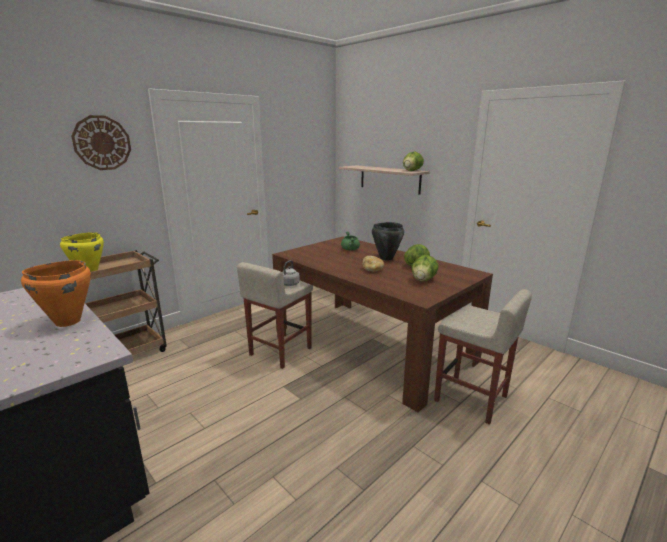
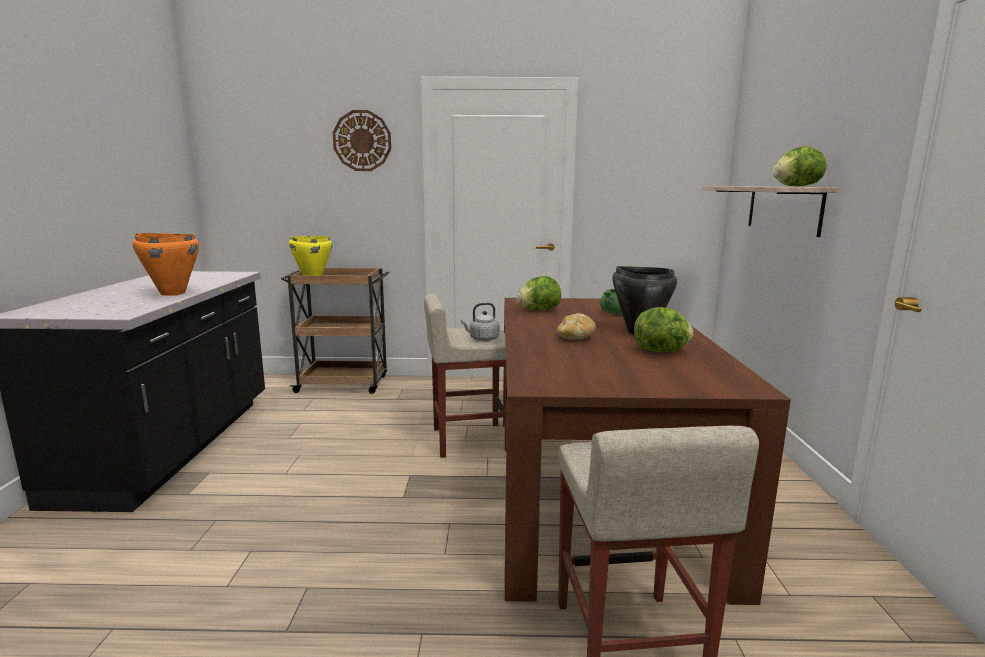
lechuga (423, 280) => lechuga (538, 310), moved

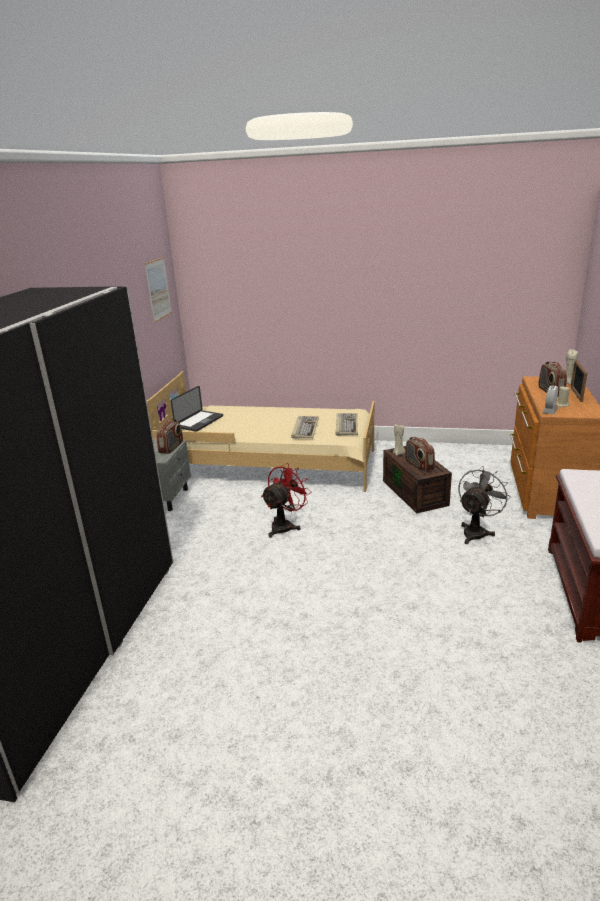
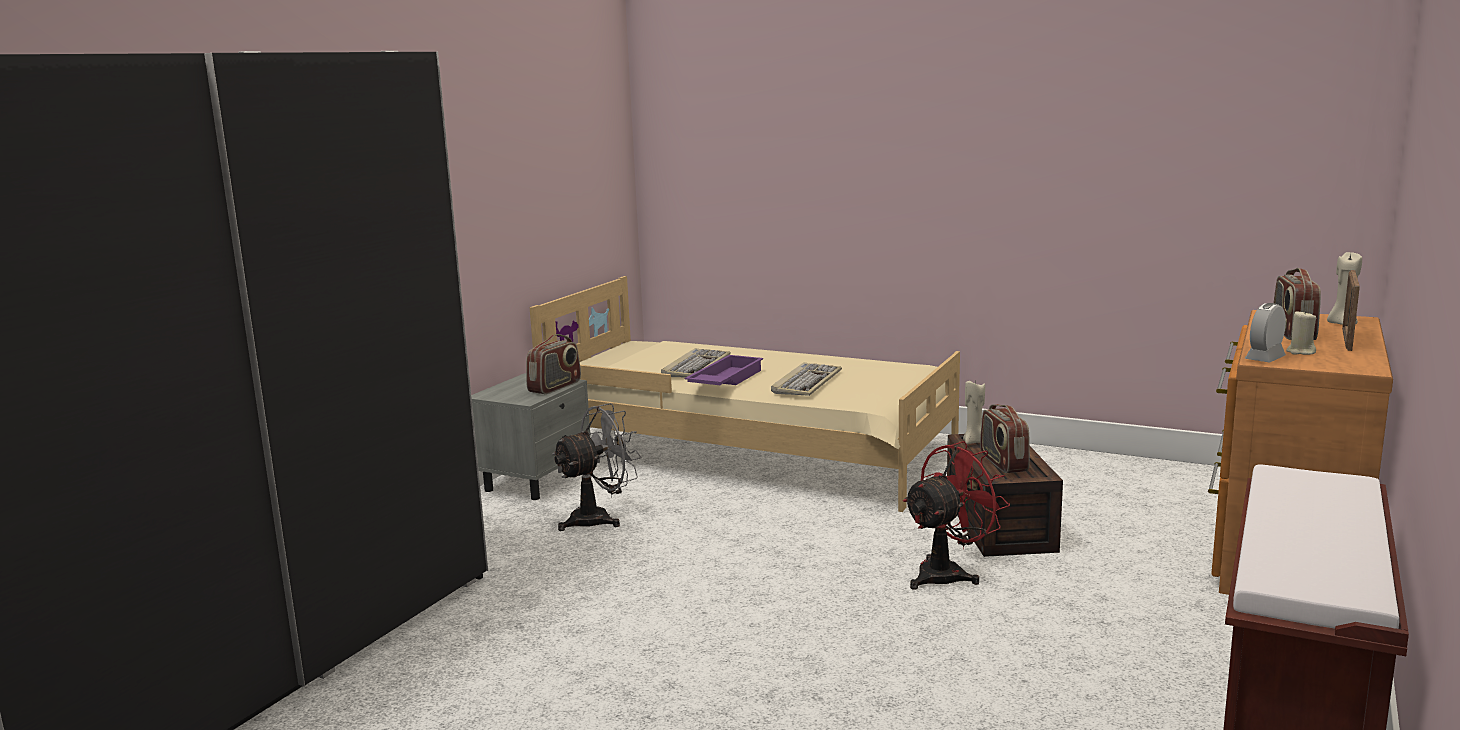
cuadro (158, 289) => nothing
portátil (199, 422) => nothing
ventilador (rojo) (285, 525) => ventilador (rojo) (948, 573), moved
teclado (346, 425) => teclado (696, 367), moved
ventilador (gris) (476, 531) => ventilador (gris) (599, 518), moved
nothing => bandeja (morado) (724, 380)

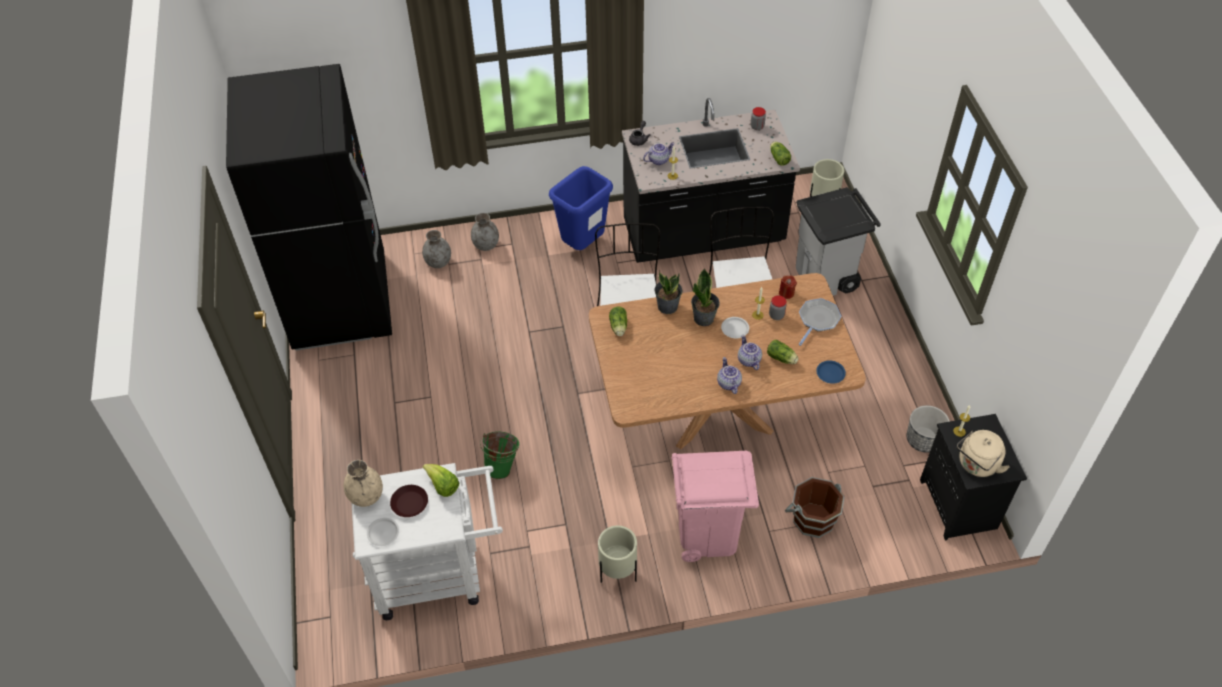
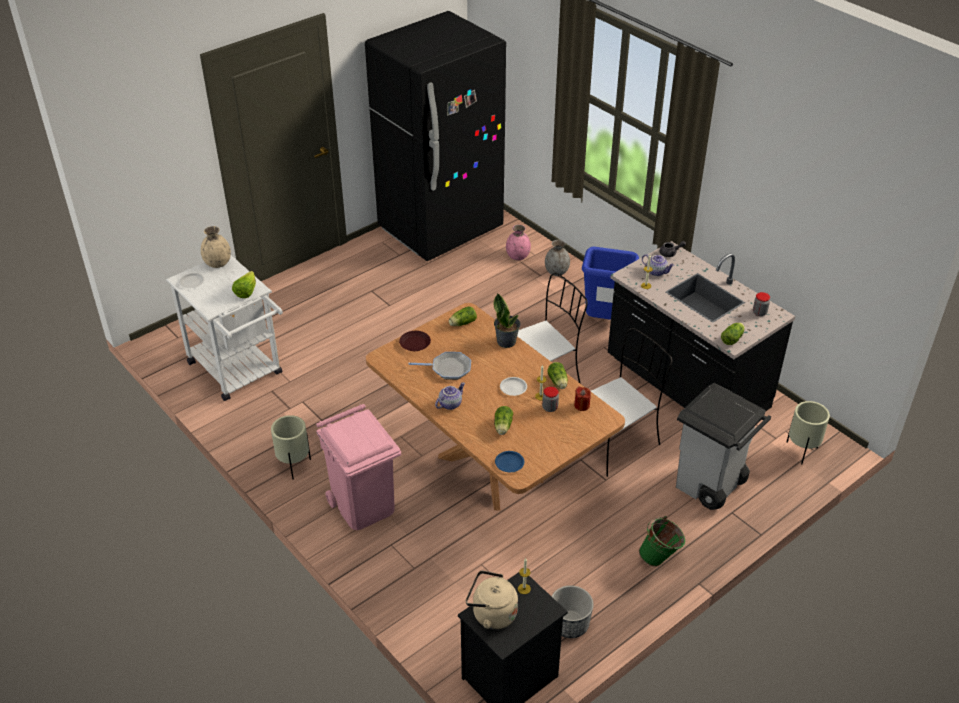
plato (marrón) (409, 503) => plato (marrón) (415, 343), moved
florero (gris) (438, 262) => florero (rosa) (518, 256)
cubo (verde) (502, 466) => cubo (verde) (660, 558), moved
planta en maceta (704, 318) => nothing
tetera (748, 360) => nothing
cubo (marrón) (812, 519) => nothing
sartén (817, 320) => sartén (448, 368), moved
nothing => lechuga (558, 382)

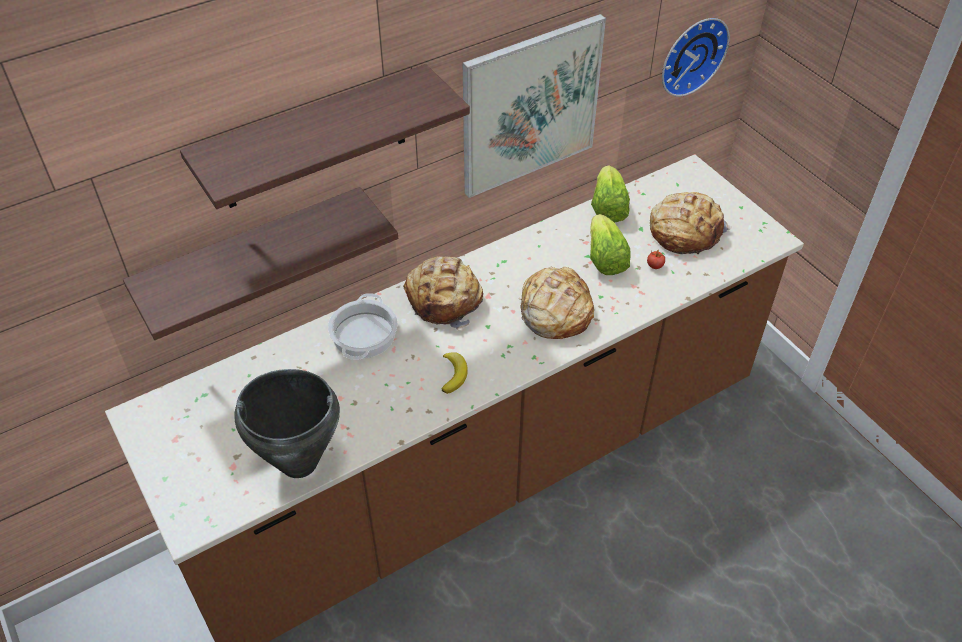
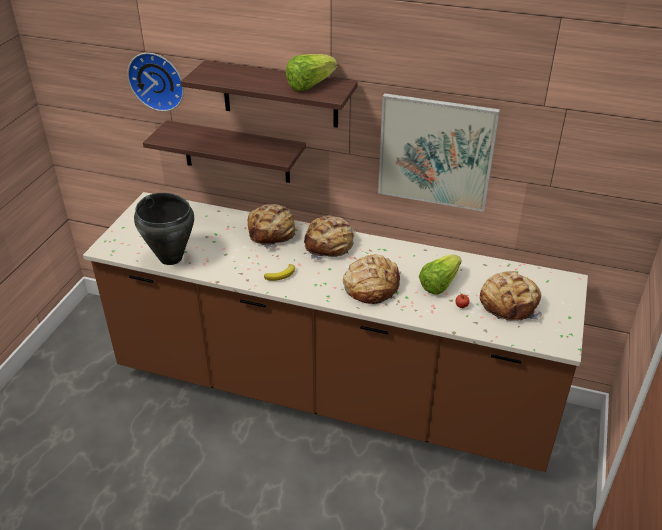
olla (363, 334) => pan (272, 233)
lechuga (608, 208) => lechuga (310, 85), moved
reloj de pared (691, 54) => reloj de pared (158, 80), moved

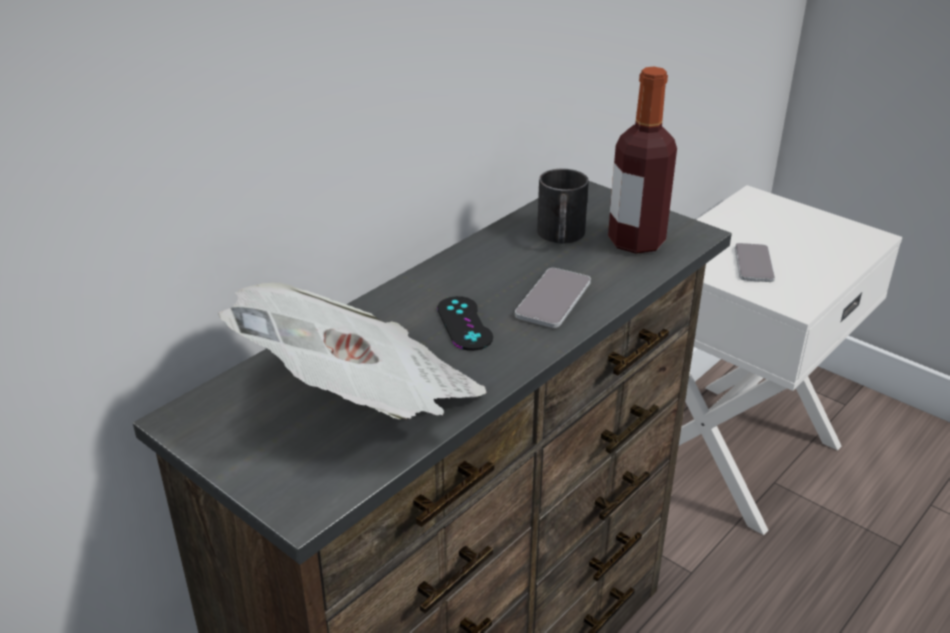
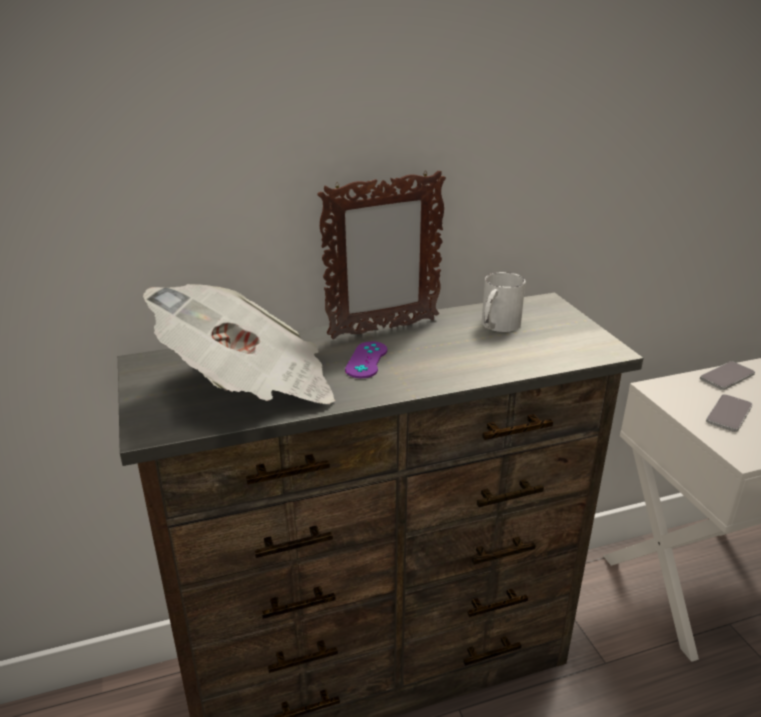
mando de consola (negro) (464, 323) => mando de consola (morado) (366, 360)
móvil (553, 299) => móvil (727, 376), moved
taza grande (negro) (560, 236) => taza grande (blanco) (497, 326)
botella (636, 242) => nothing
nothing => portarretratos (382, 329)

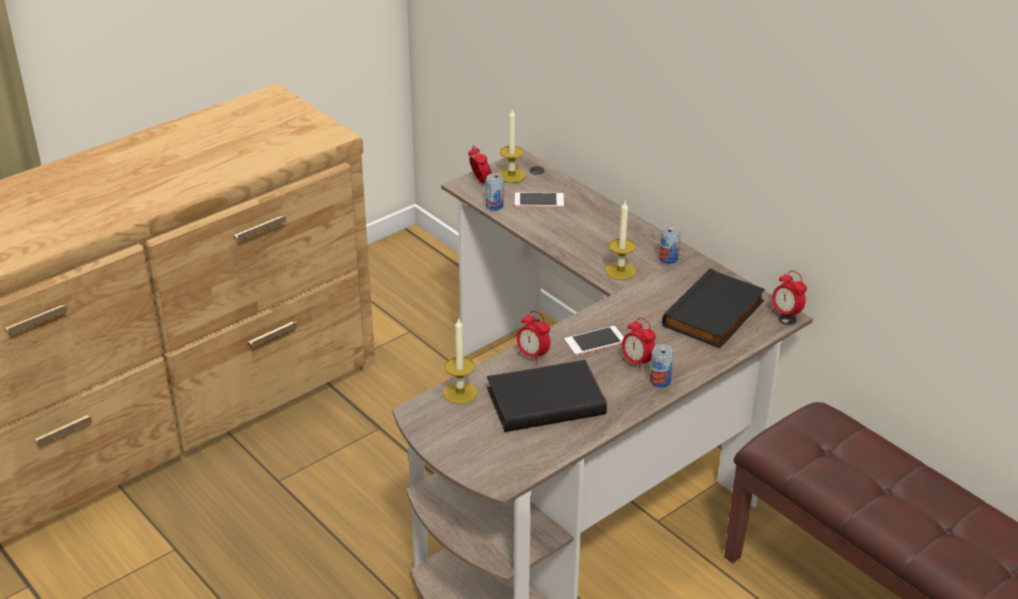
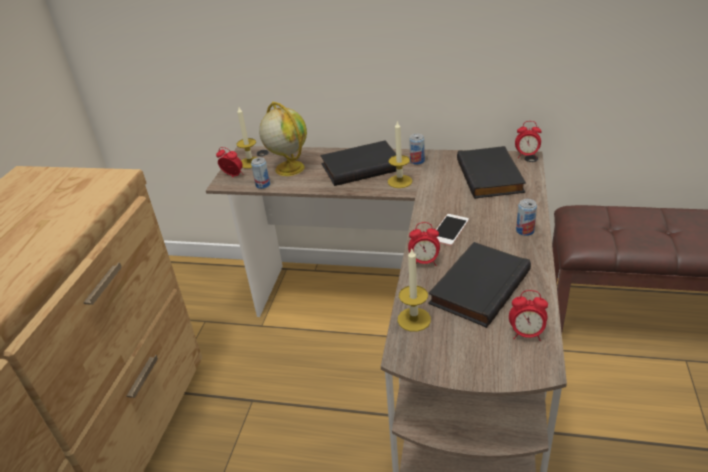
móvil (539, 201) => globo terráqueo (289, 168)
despertador (636, 362) => despertador (526, 334), moved
nothing => libro (negro) (361, 166)

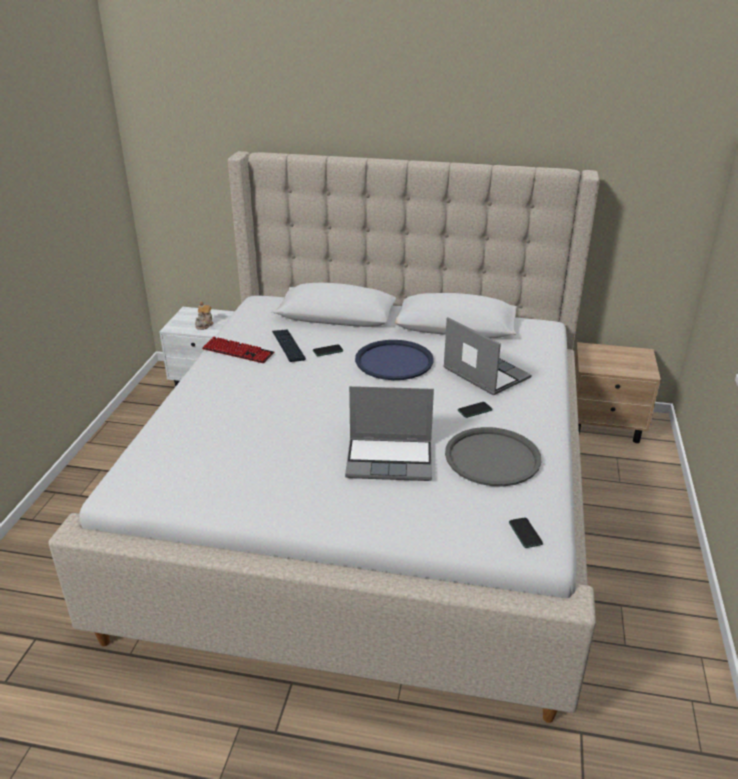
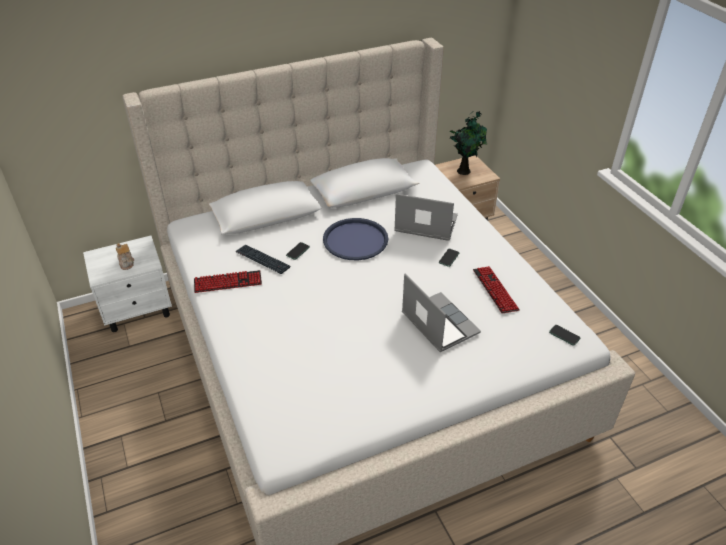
portátil (390, 460) => portátil (438, 323), 90 degrees counterclockwise
bandeja (gris) (492, 458) => teclado (495, 290)
nothing => planta en maceta (464, 170)

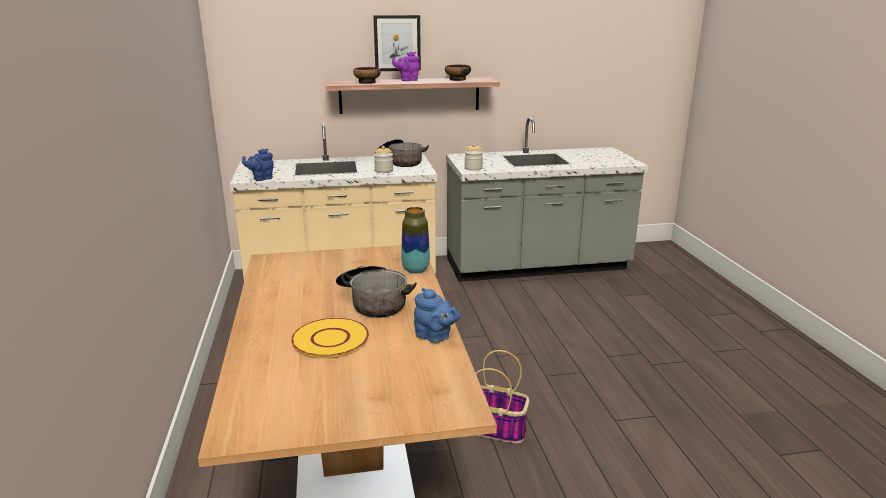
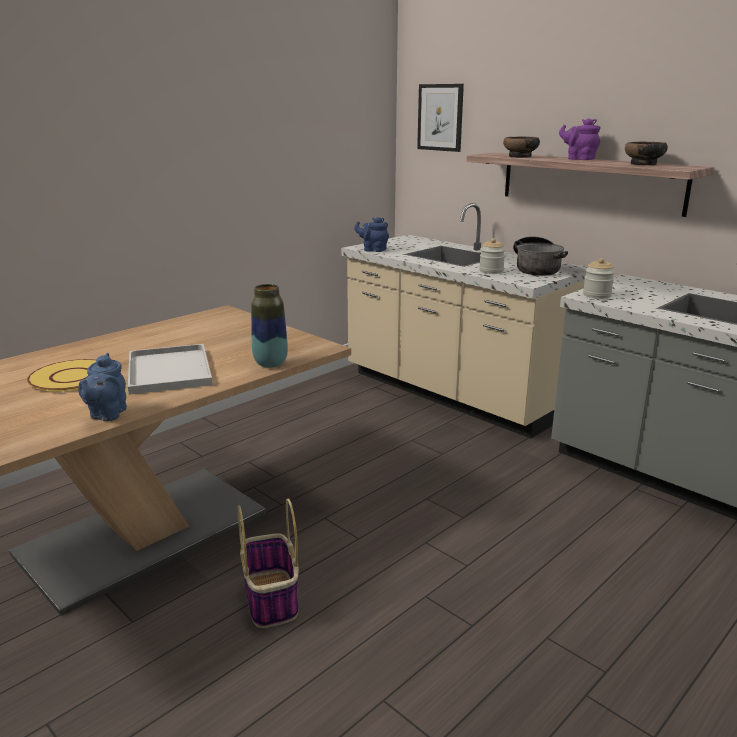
olla (373, 302) => bandeja (blanco) (168, 370)
cuadro (397, 43) => cuadro (440, 117), moved

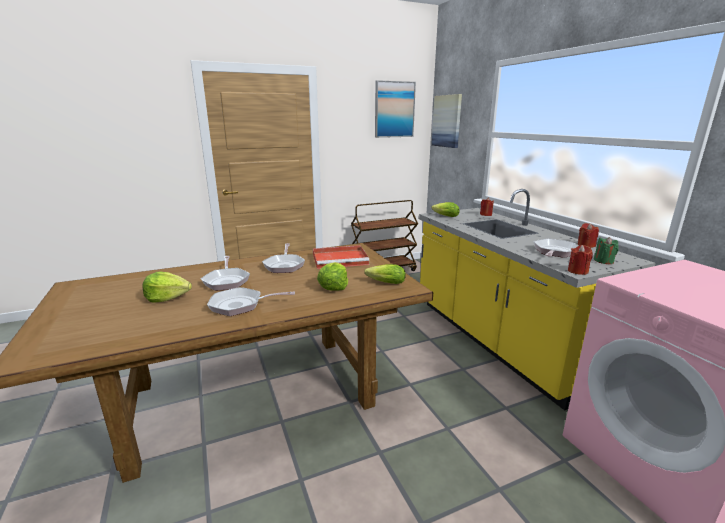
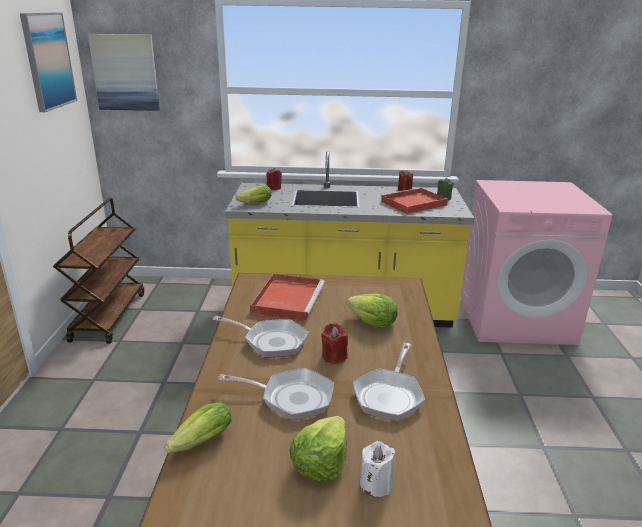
lechuga (384, 283) => lechuga (199, 443), moved
sartén (554, 252) => bandeja (rojo) (413, 204)
vela (rojo) (577, 271) => vela (rojo) (334, 356), moved
nothing => vela (blanco) (376, 484)

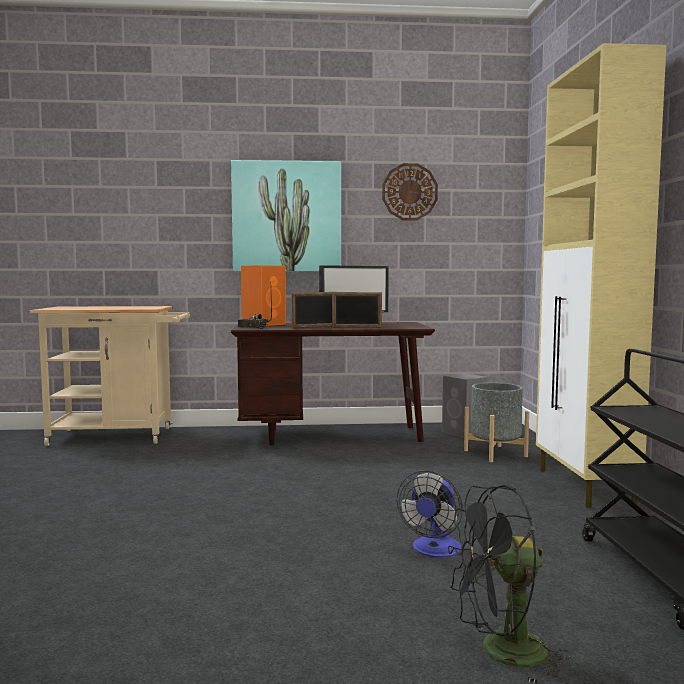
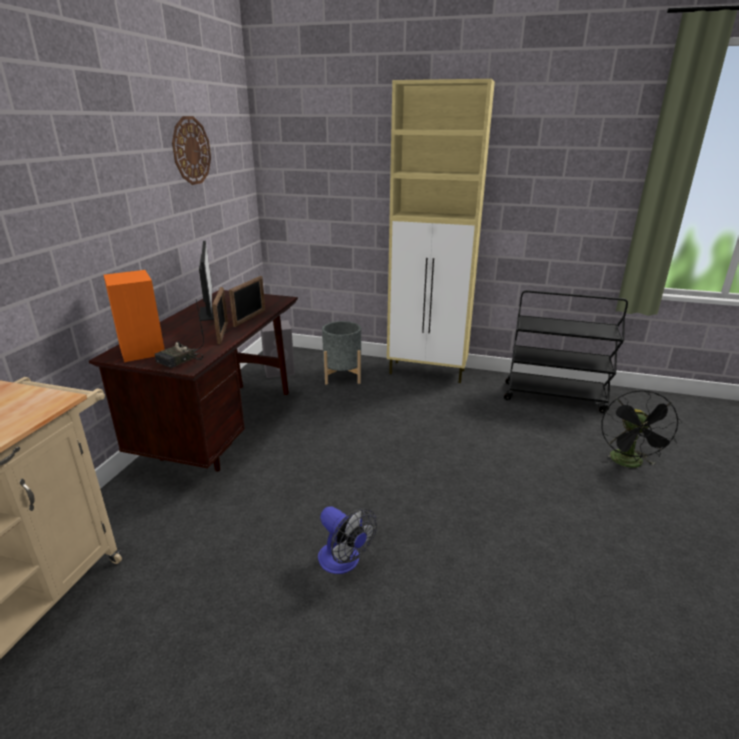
cuadro (287, 217) => nothing
ventilador (434, 550) => ventilador (344, 562), moved

